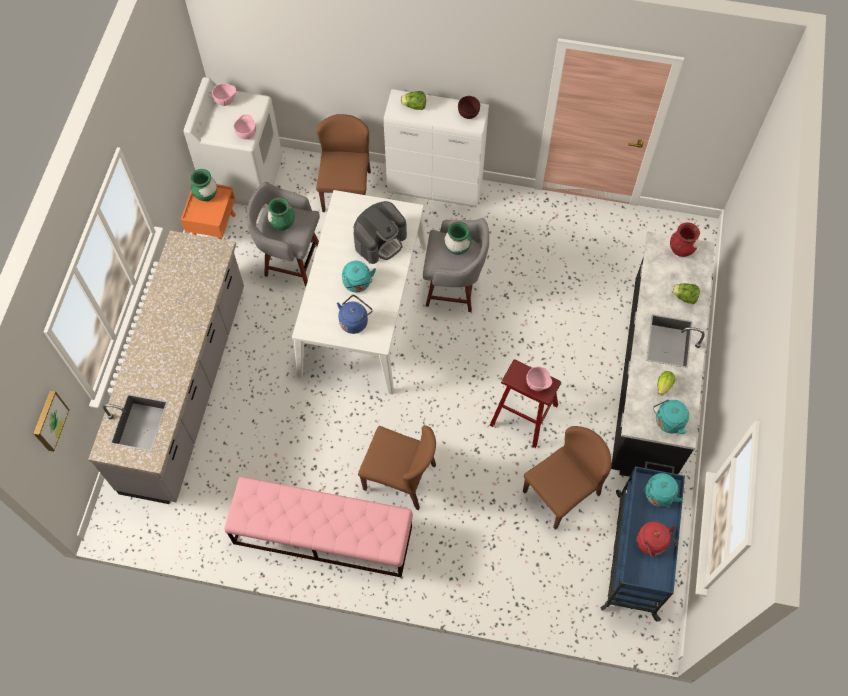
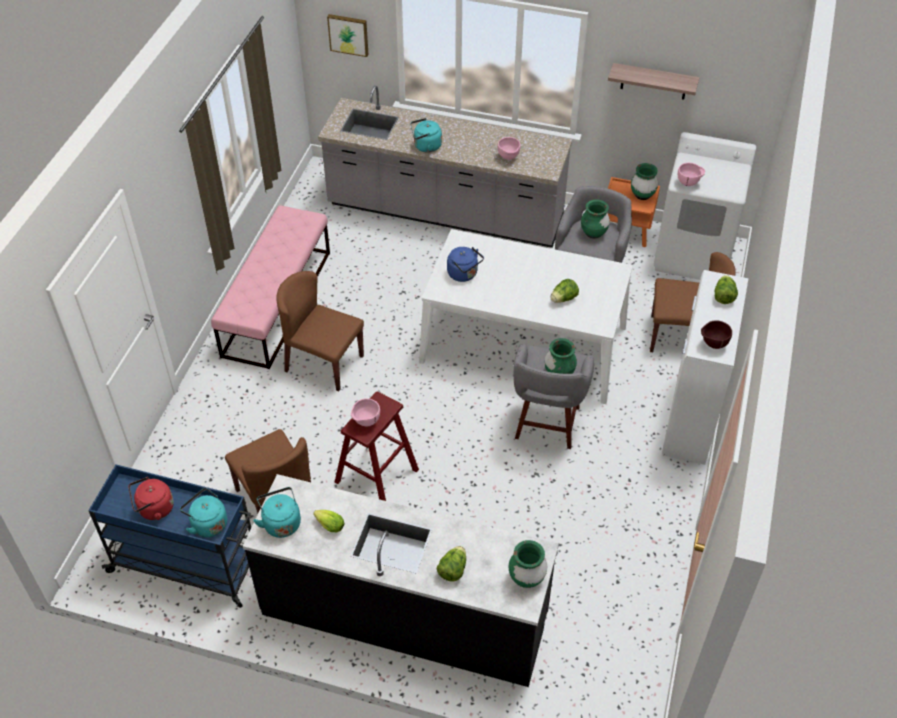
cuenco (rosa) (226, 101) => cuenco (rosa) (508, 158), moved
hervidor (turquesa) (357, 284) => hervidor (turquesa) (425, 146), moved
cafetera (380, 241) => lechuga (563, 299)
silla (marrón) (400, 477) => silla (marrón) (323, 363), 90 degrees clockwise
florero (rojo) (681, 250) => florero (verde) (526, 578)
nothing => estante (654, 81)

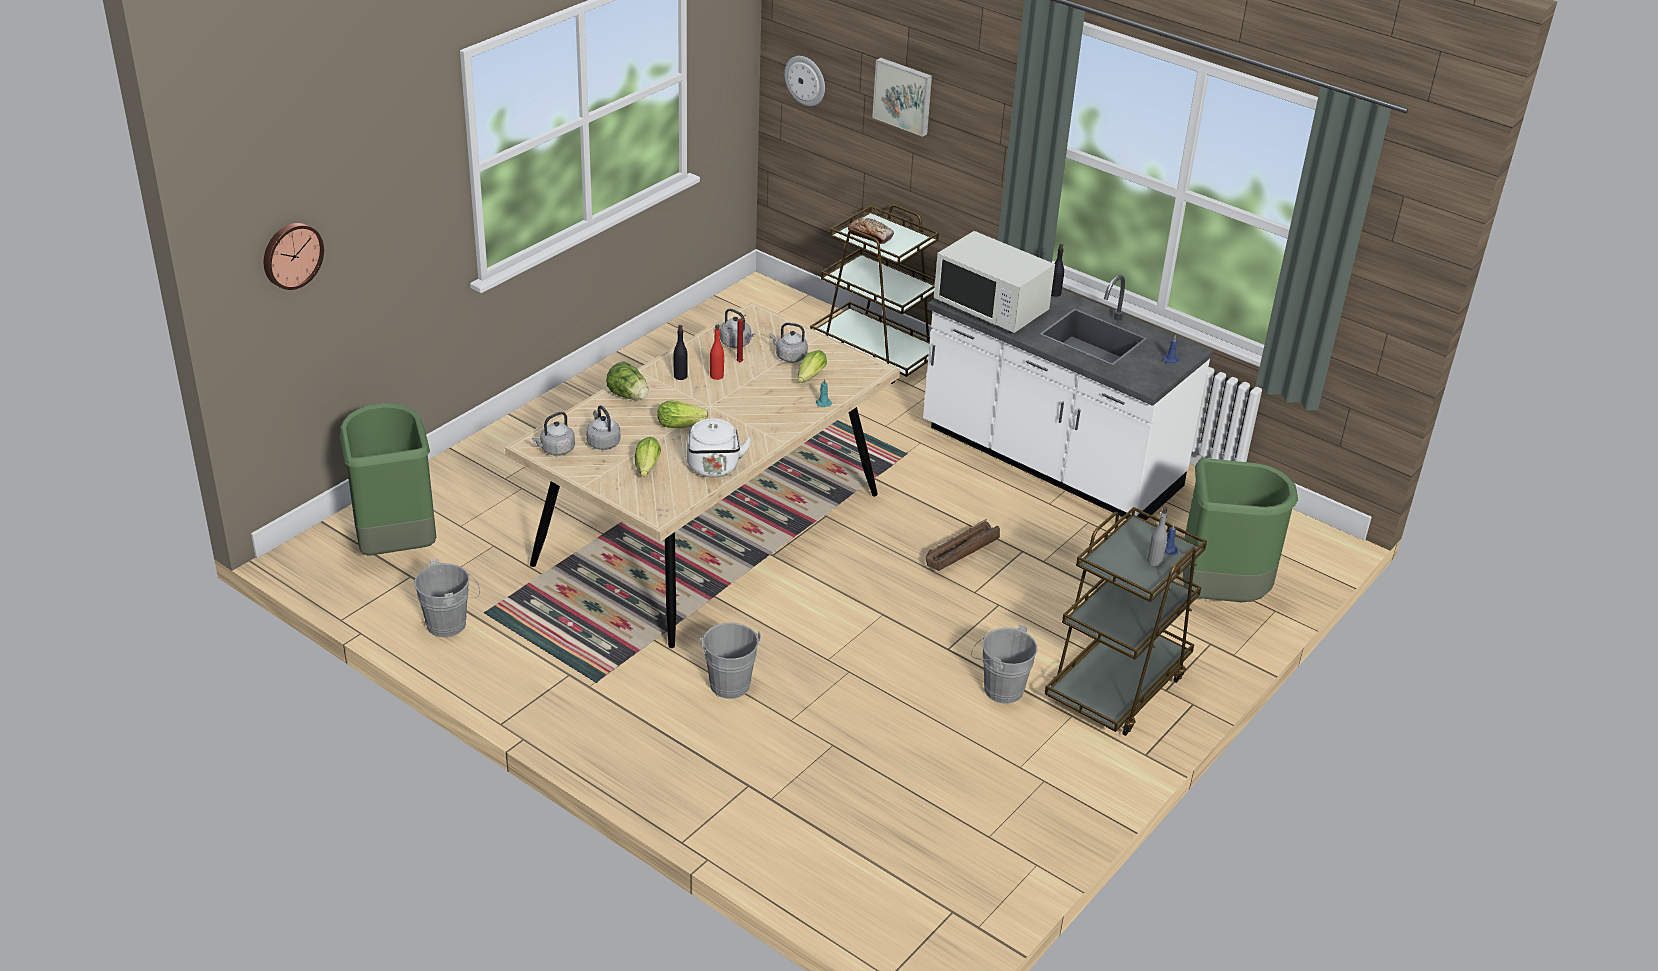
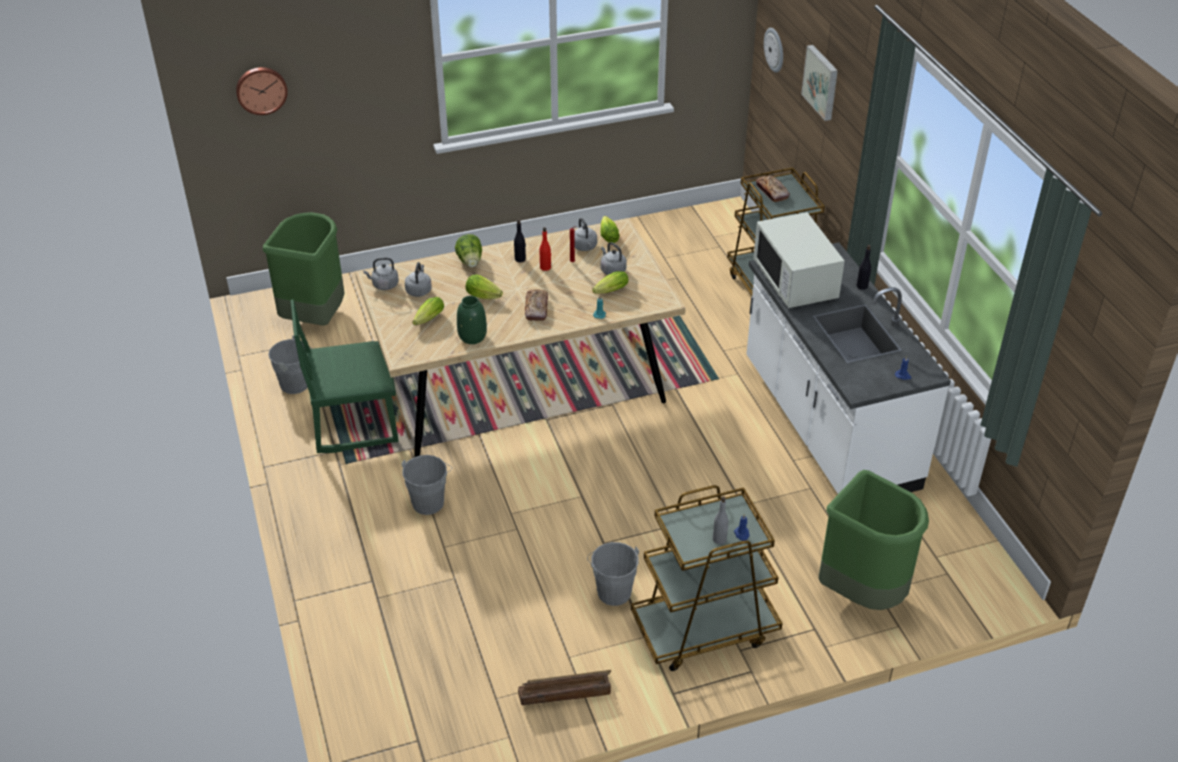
hervidor (blanco) (714, 468) => florero (verde) (472, 337)
caja de embalaje (960, 552) => caja de embalaje (565, 692), moved
nothing => silla (verde) (354, 423)
nothing => pan (536, 309)
nothing => lechuga (608, 235)

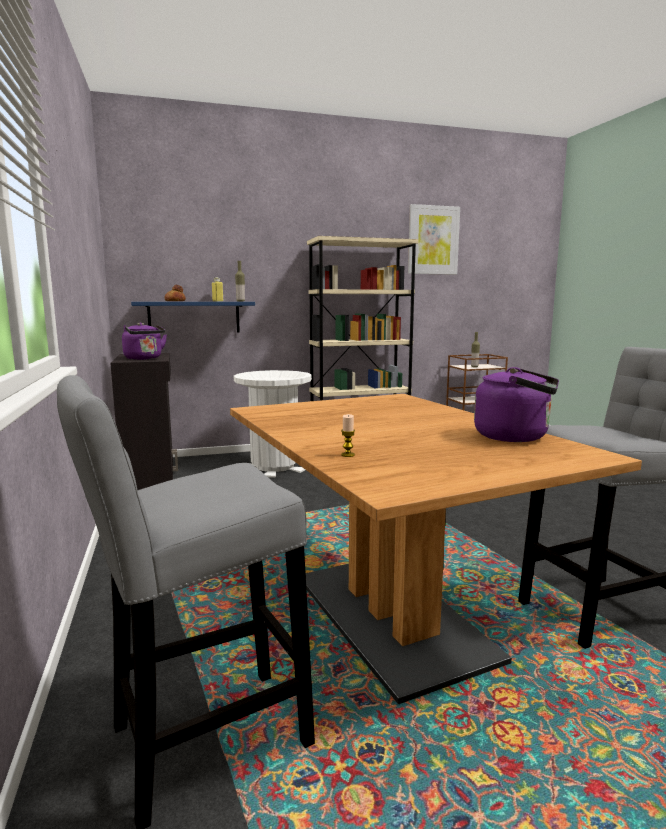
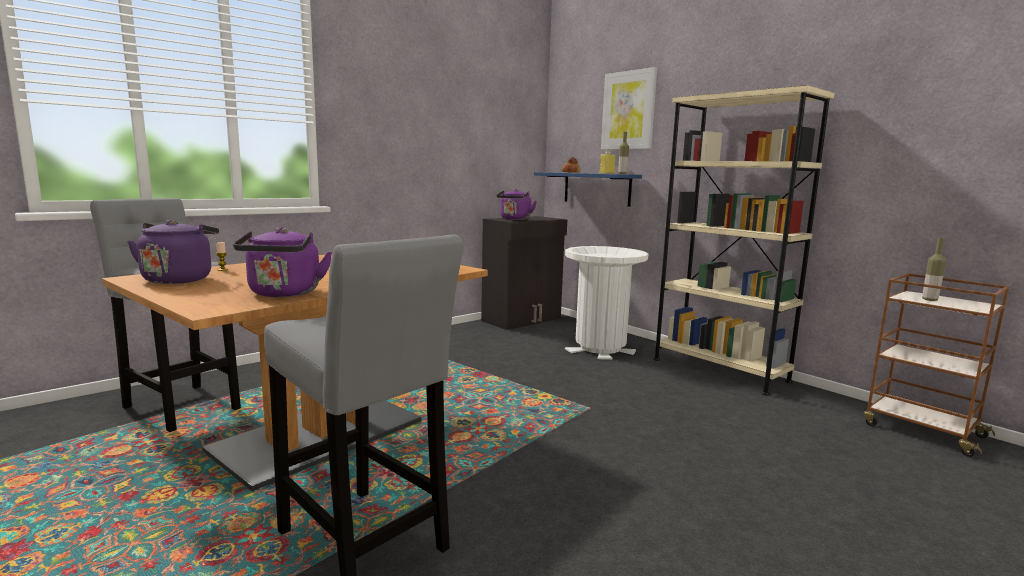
cuadro (433, 240) => cuadro (628, 110), moved
nothing => hervidor (morado) (179, 279)

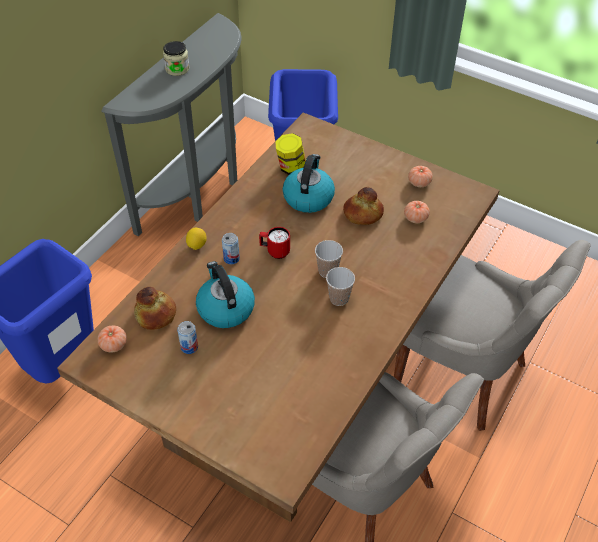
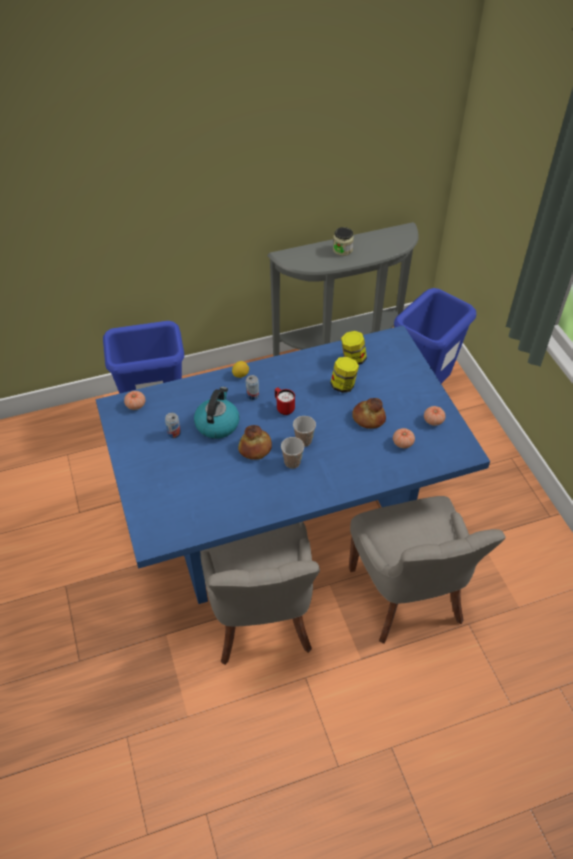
mesa de comedor (marrón) (298, 384) => mesa de comedor (azul) (286, 524)
pan (156, 314) => pan (255, 448), moved
hervidor (308, 197) => tarro (343, 385)

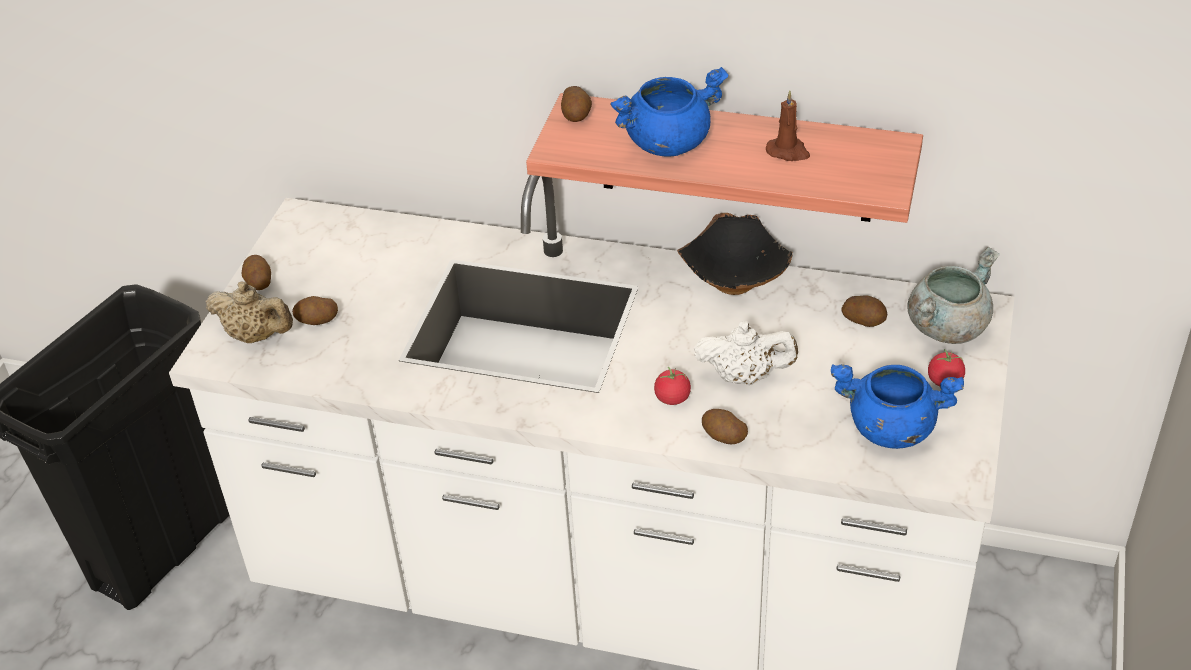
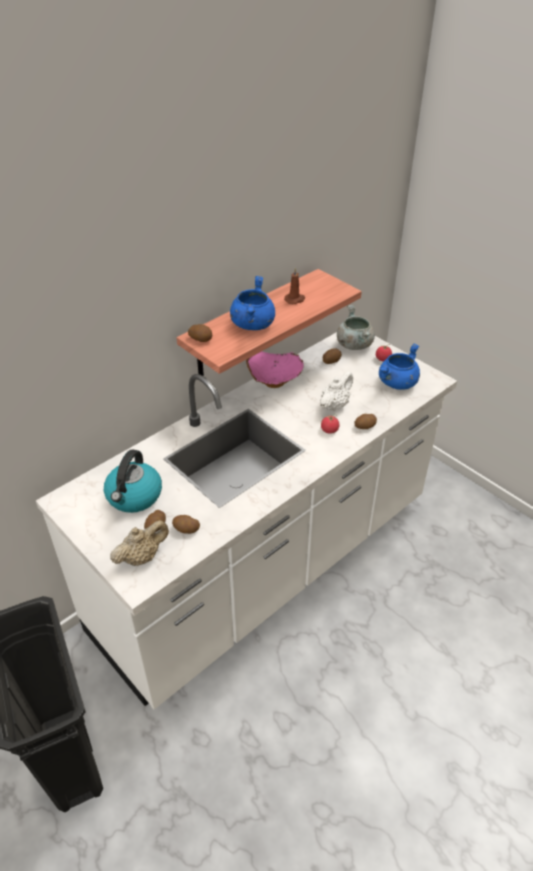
patata (258, 282) => patata (186, 529), moved
cuenco (negro) (737, 280) => cuenco (rosa) (274, 380)
nothing => hervidor (134, 496)

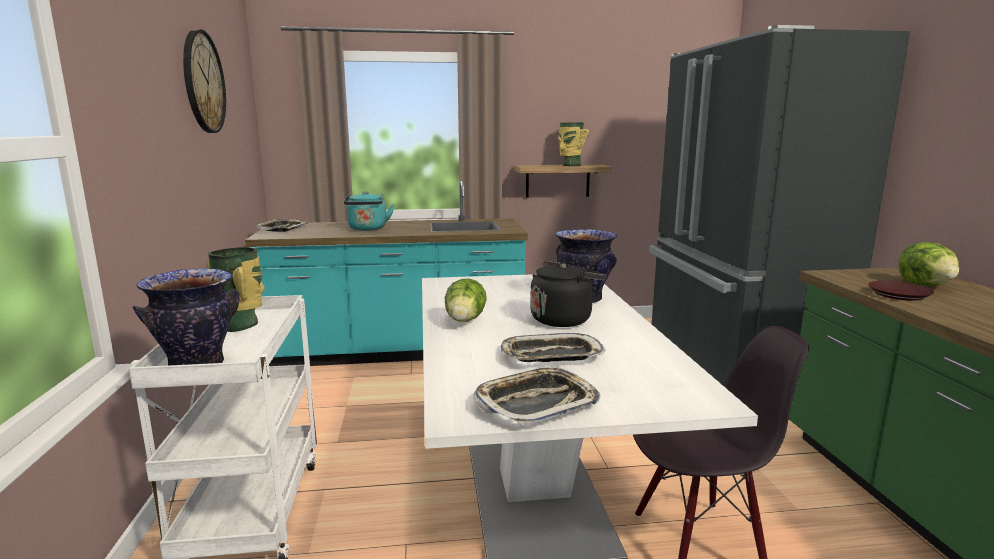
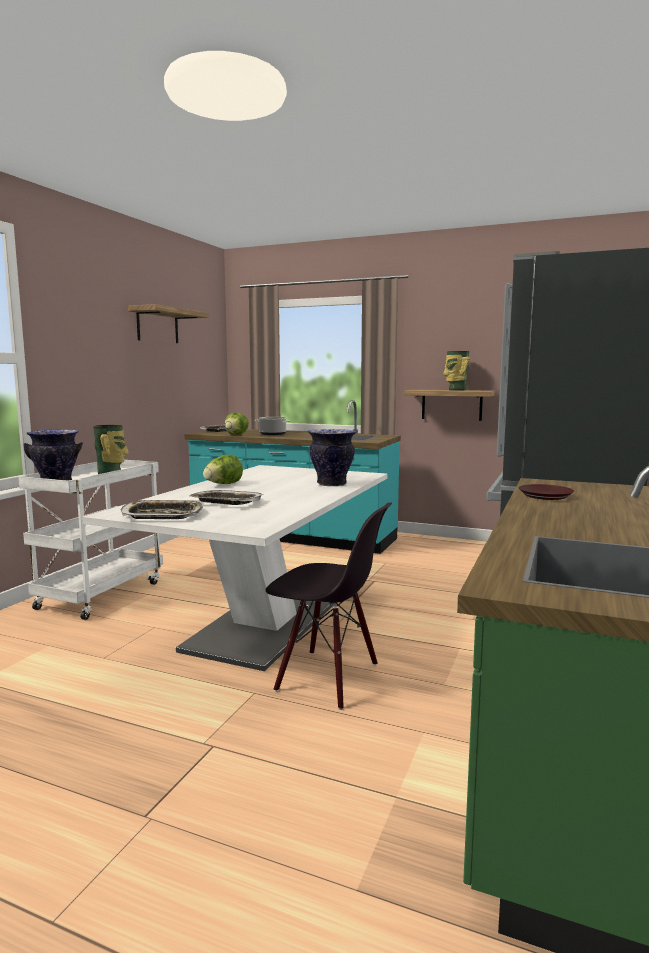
reloj de pared (203, 82) => estante (157, 326)
hervidor (turquesa) (367, 229) => olla (272, 434)
hervidor (negro) (563, 319) => nothing
lechuga (925, 285) => lechuga (236, 434), moved

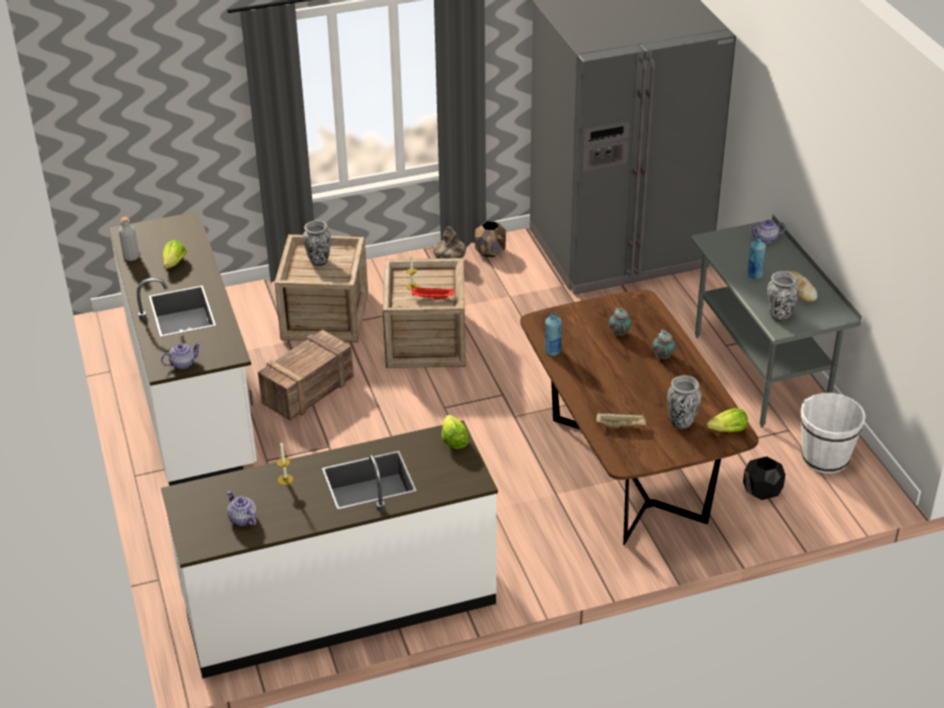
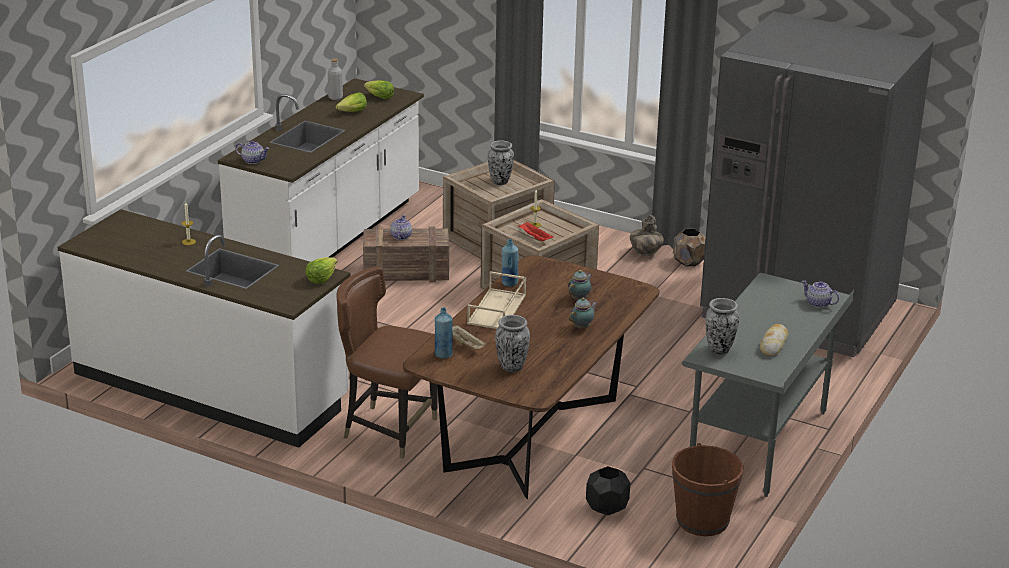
tetera (242, 519) => tetera (401, 237), moved
lechuga (728, 430) => lechuga (379, 97), moved
botella (azul) (754, 275) => botella (azul) (443, 354), moved
cubo (blanco) (825, 458) => cubo (marrón) (702, 521)
nothing => silla (marrón) (390, 430)
nothing => bandeja (beis) (497, 310)

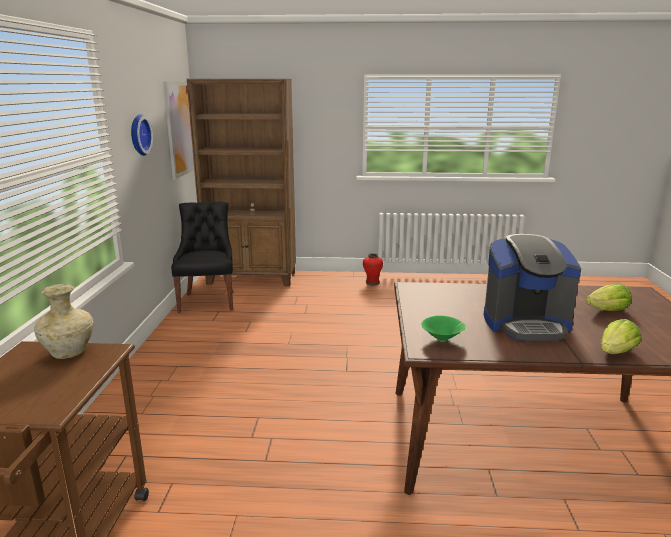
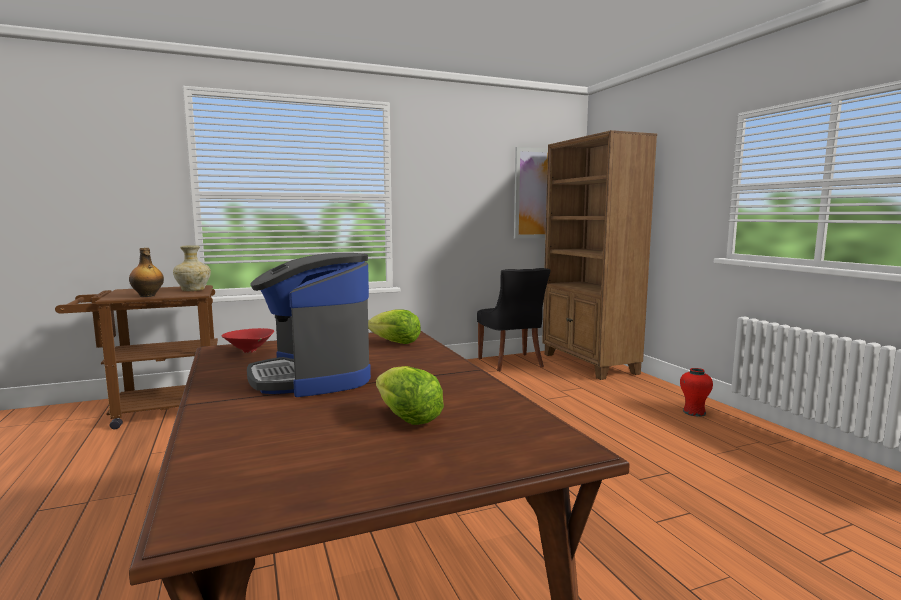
reloj de pared (138, 135) => nothing
silla (negro) (208, 301) => silla (negro) (511, 363), 105 degrees clockwise
cuenco (verde) (443, 339) => cuenco (rojo) (250, 351)
lechuga (616, 353) => lechuga (396, 343), moved
nothing => botella (147, 296)

